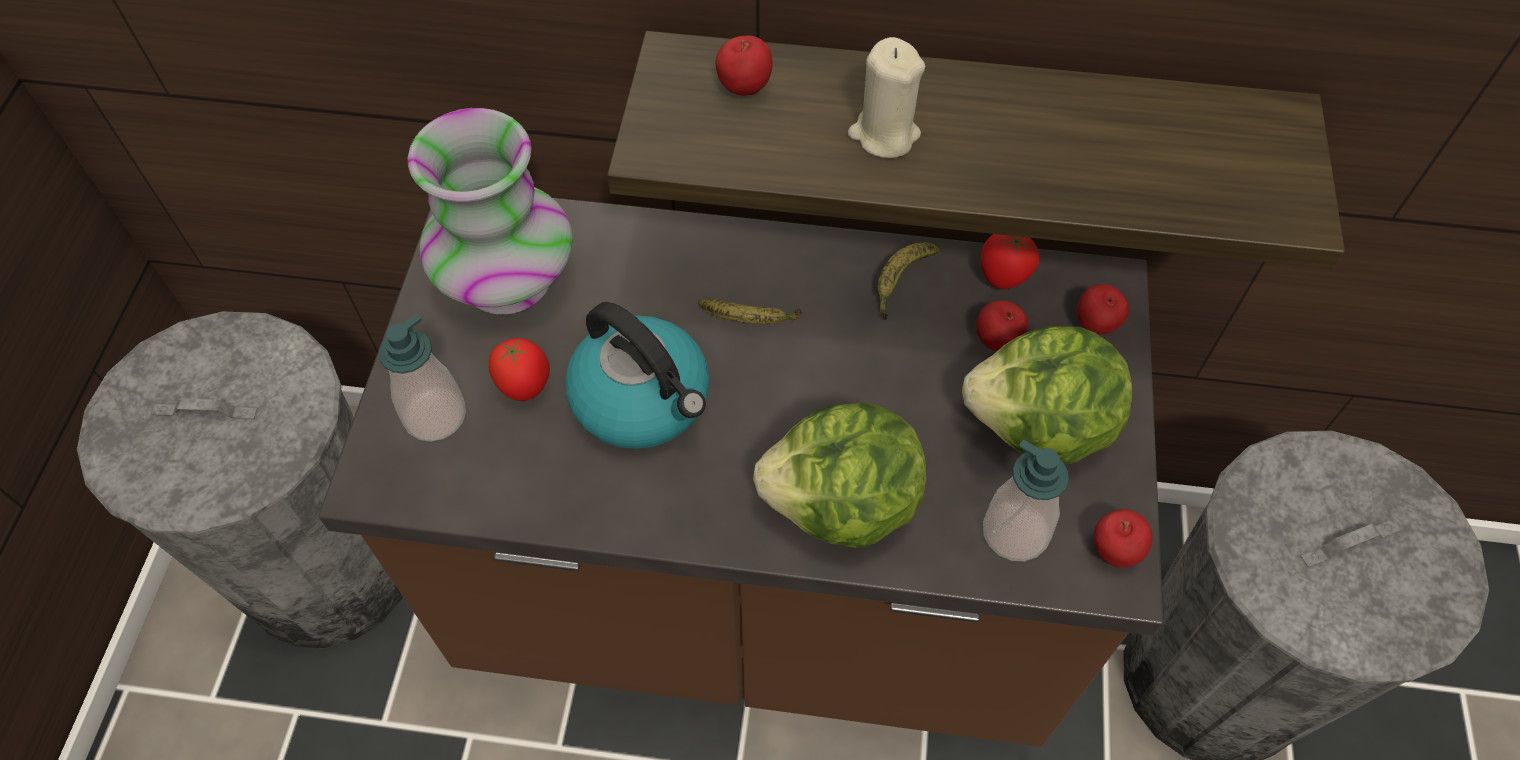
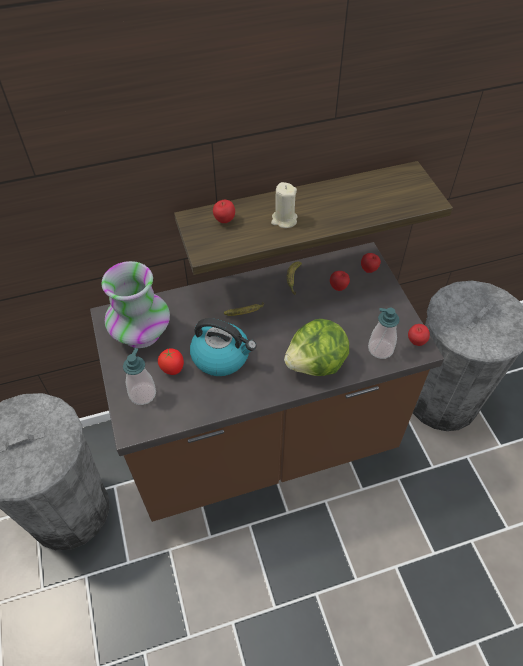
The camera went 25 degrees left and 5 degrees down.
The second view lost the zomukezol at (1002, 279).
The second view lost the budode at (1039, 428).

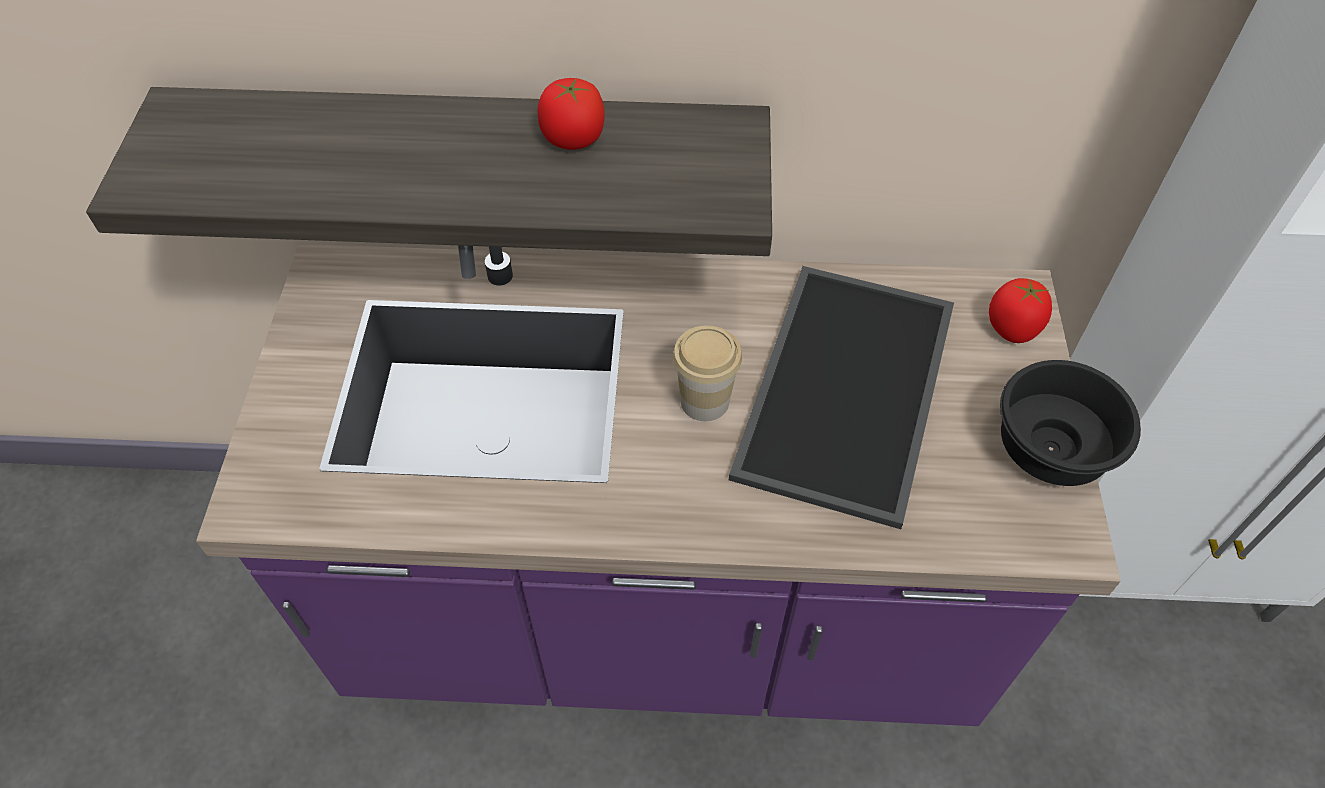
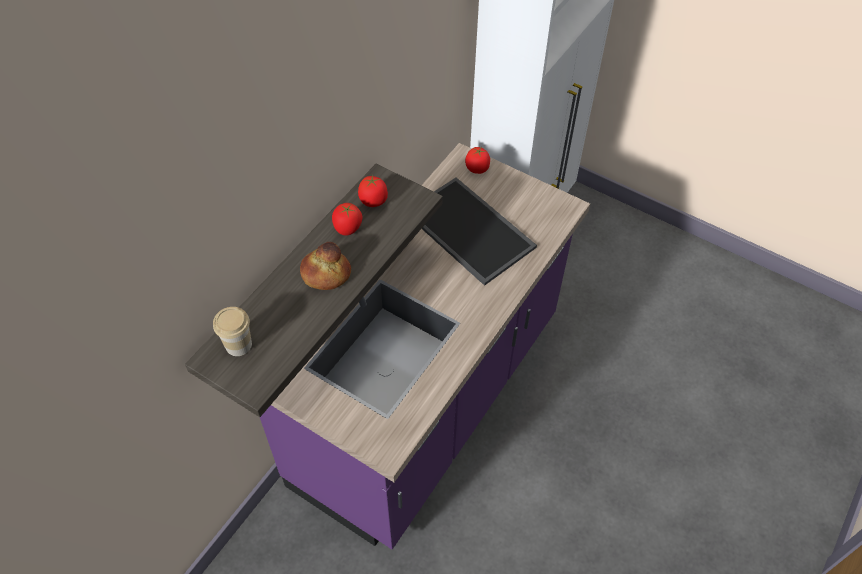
The camera went 60 degrees left and 0 degrees up.
The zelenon ended up elsewhere, having gone from (704, 401) to (238, 345).
The second view lost the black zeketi at (1046, 447).
The second view gained the zomukezol at (373, 201).
The second view gained the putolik at (325, 273).

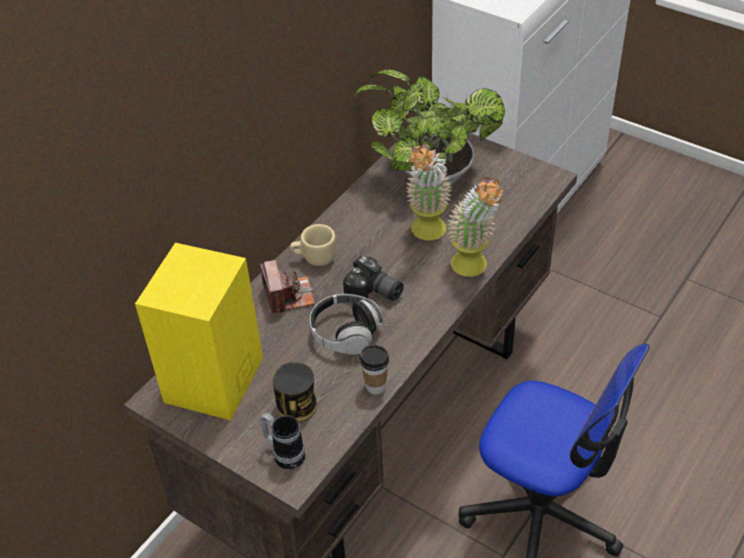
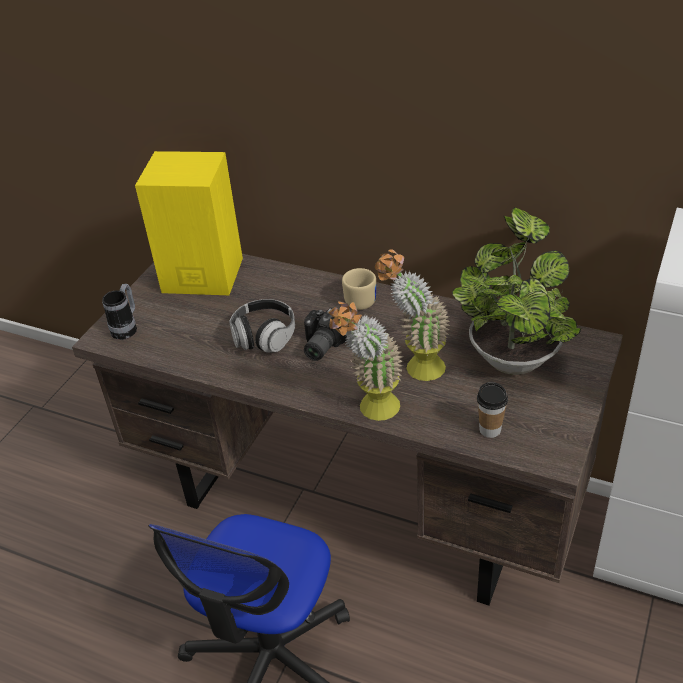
The camera went 80 degrees right and 5 degrees down.
The second view lost the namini at (288, 296).
The zelenon ended up elsewhere, having gone from (375, 386) to (490, 430).
The second view lost the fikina at (297, 405).

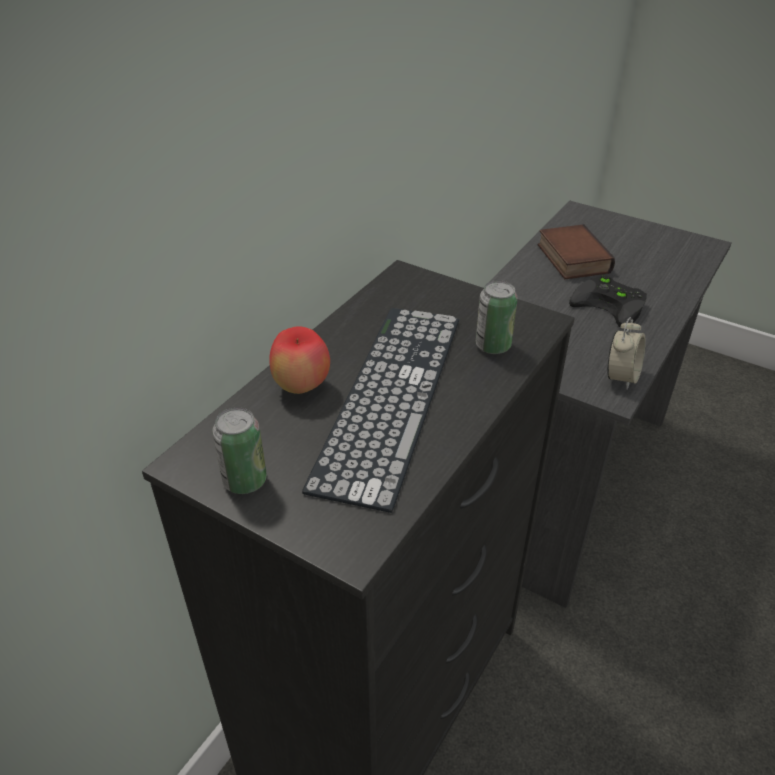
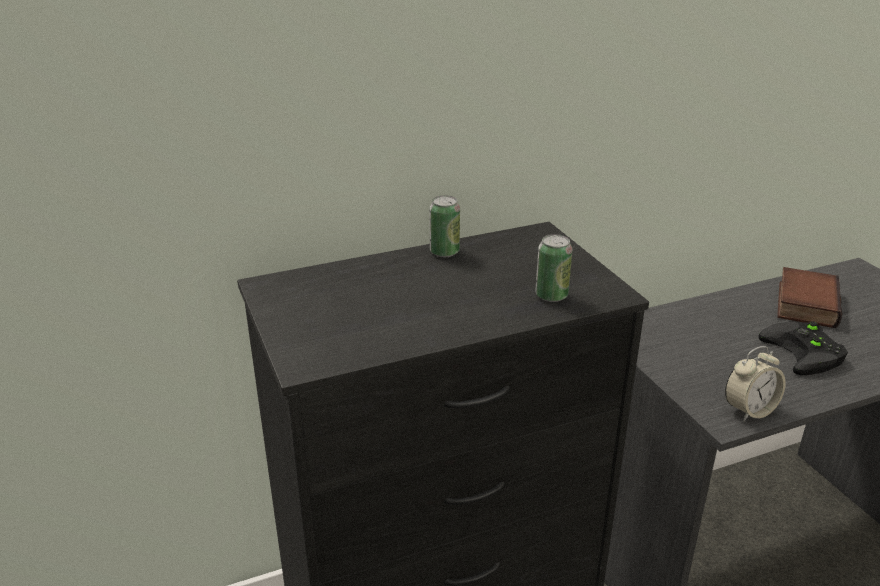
The camera went 35 degrees right and 10 degrees down.
The second view lost the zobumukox at (390, 396).
The second view lost the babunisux at (301, 386).
The fikina ended up elsewhere, having gone from (245, 481) to (444, 252).

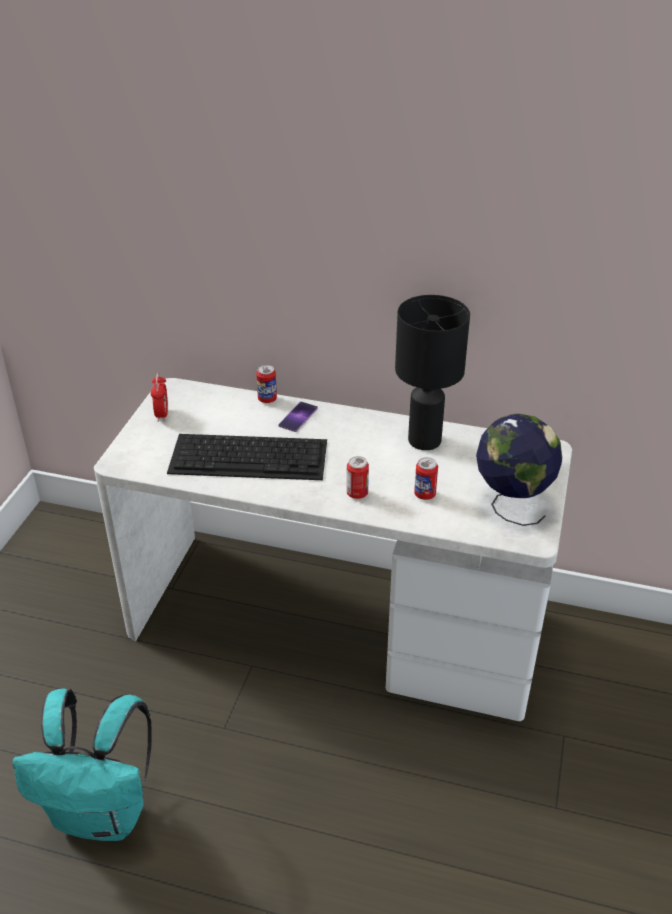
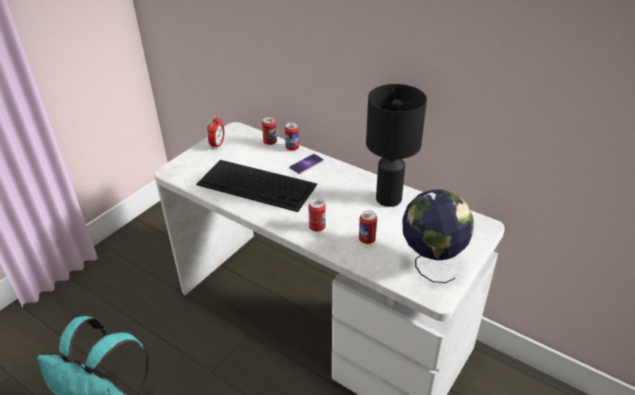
The camera went 20 degrees right and 0 degrees up.
The second view gained the fikina at (270, 142).

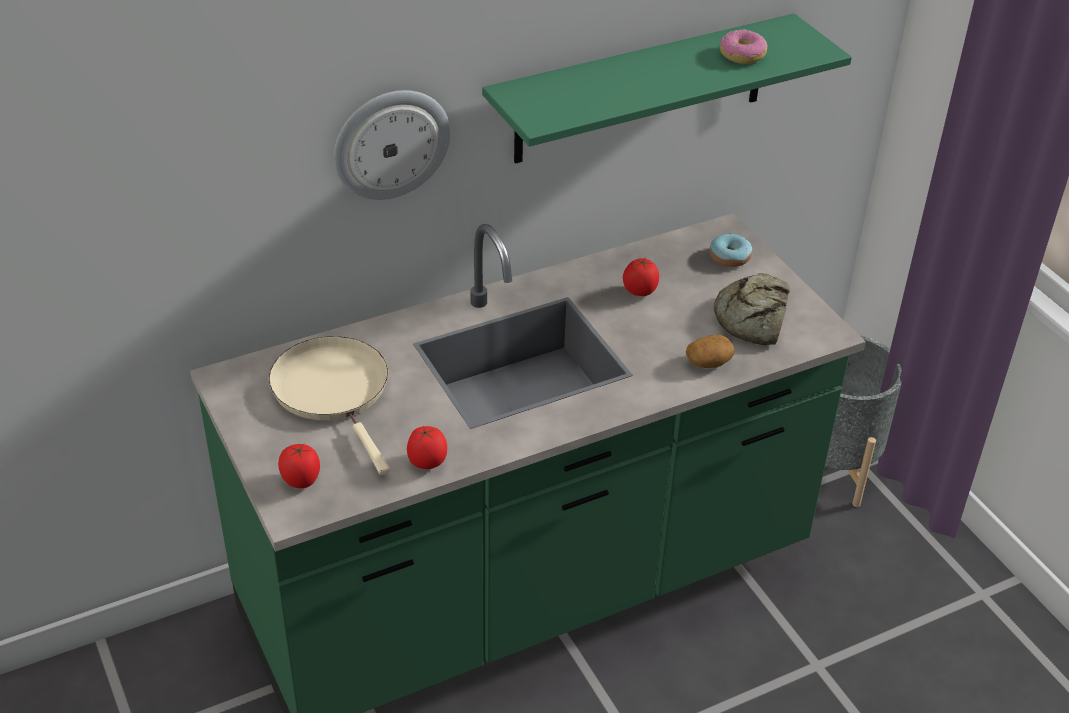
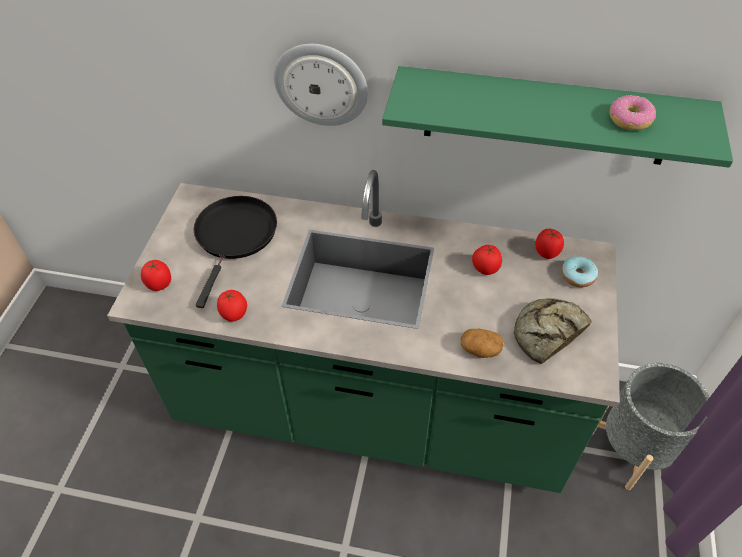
The camera went 40 degrees right and 10 degrees up.
What was the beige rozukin at (334, 391) turned into the black rozukin at (235, 236).
The second view gained the zomukezol at (546, 252).

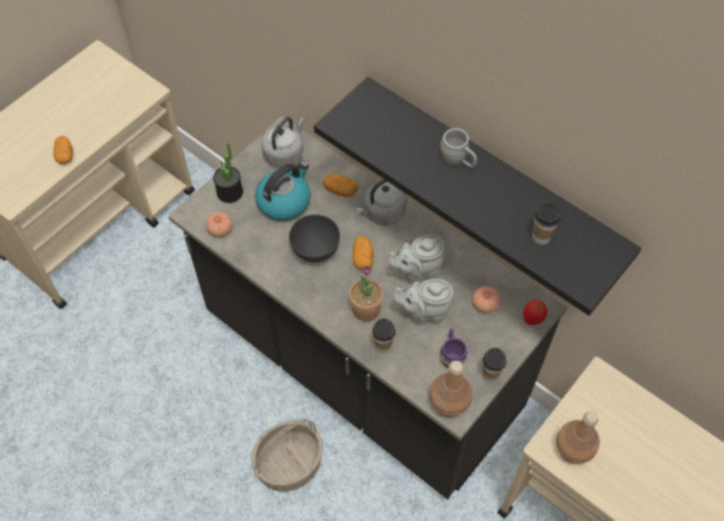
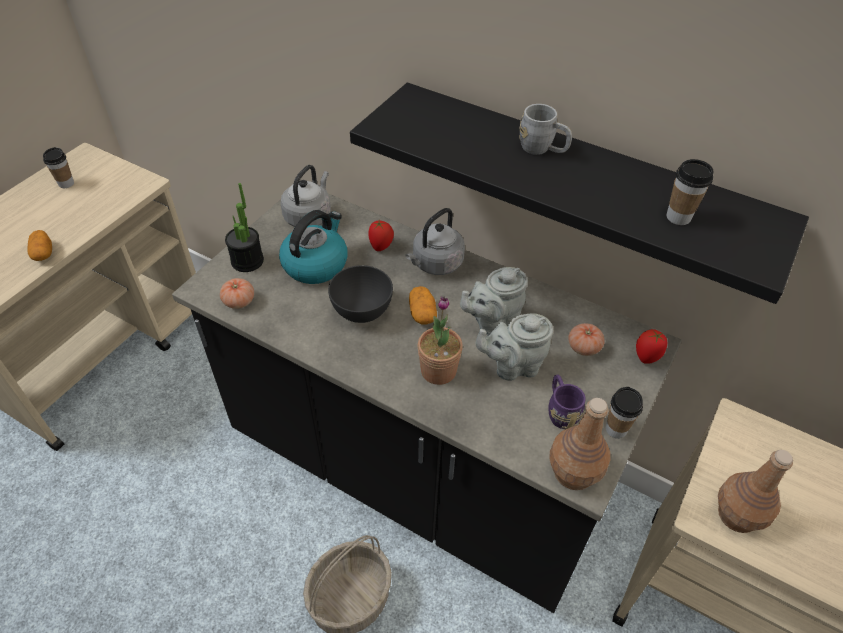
The camera went 10 degrees left and 10 degrees down.
Where the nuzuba stood at (340, 190), the zomukezol came to stand at (381, 246).
The zelenon ended up elsewhere, having gone from (383, 346) to (66, 184).

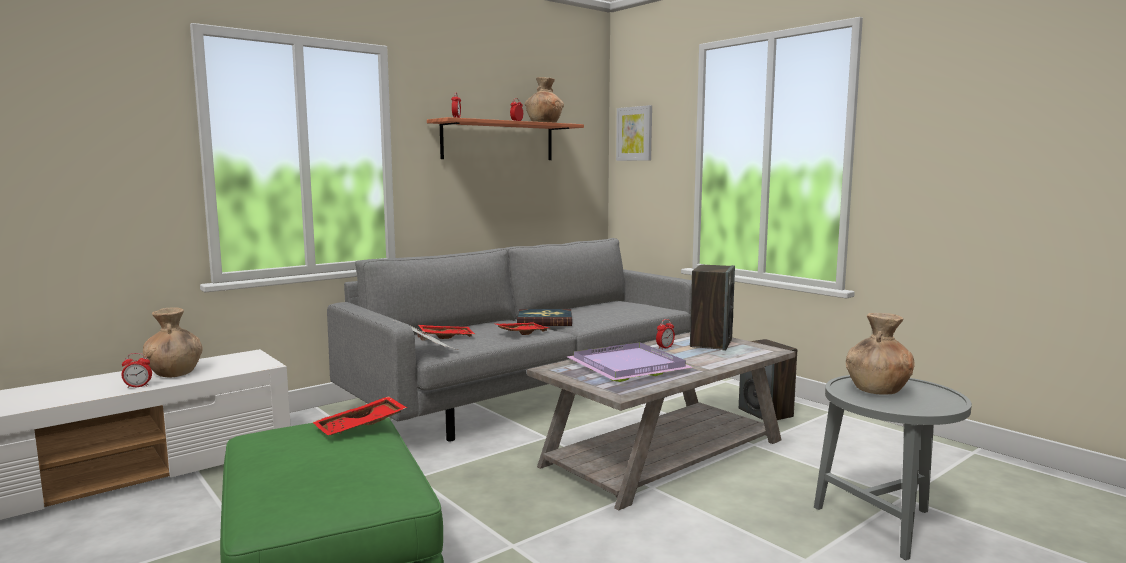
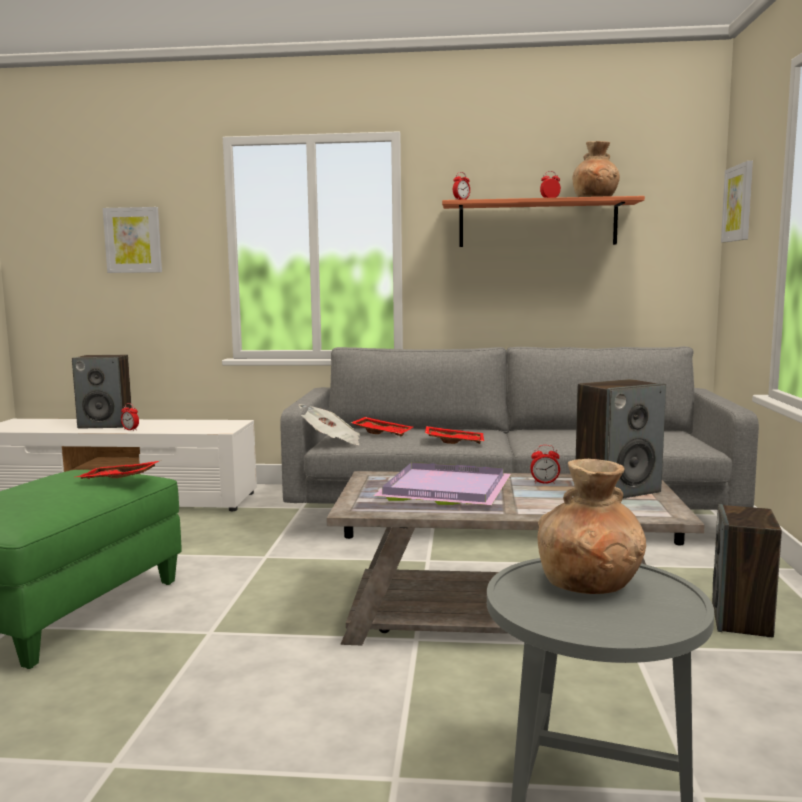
The camera went 45 degrees right and 0 degrees up.
The second view lost the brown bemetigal at (175, 373).
The second view lost the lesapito at (544, 321).
The second view gained the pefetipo at (133, 240).
The second view gained the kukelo at (106, 425).

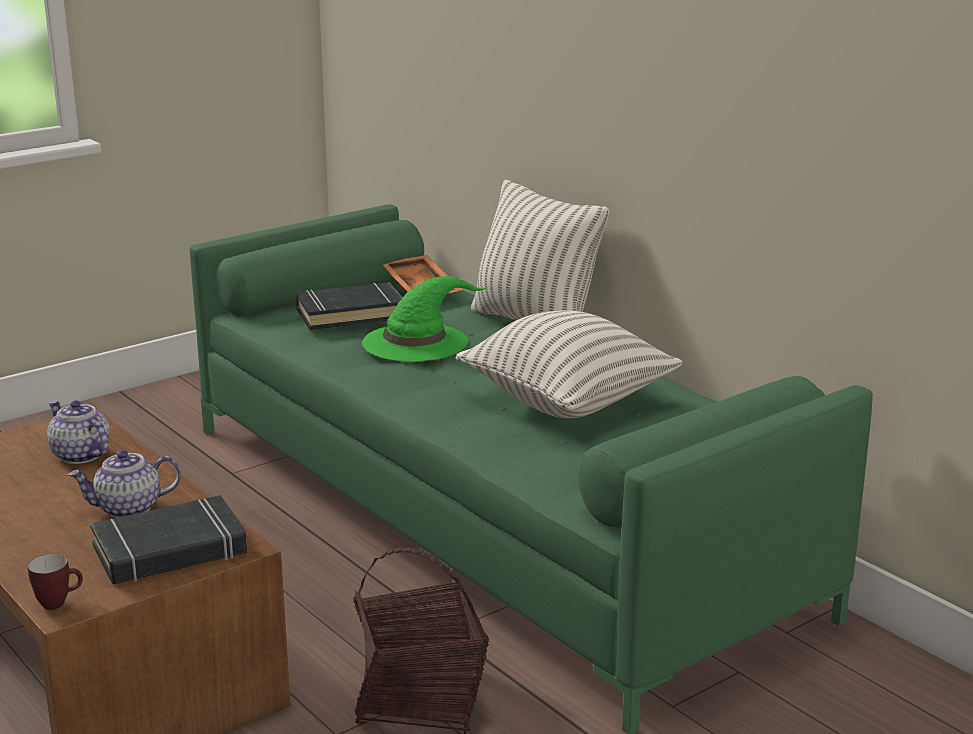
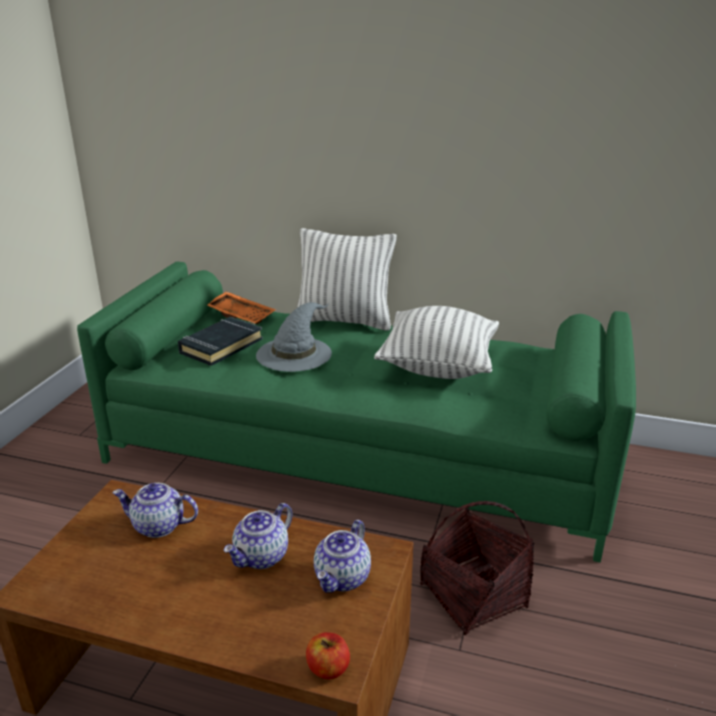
The camera went 35 degrees left and 5 degrees up.
What was the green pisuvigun at (416, 341) turned into the grey pisuvigun at (294, 353).
Where the black lesapito stood at (170, 550), the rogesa came to stand at (343, 578).
Where the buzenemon stood at (59, 603), the babunisux came to stand at (328, 668).

